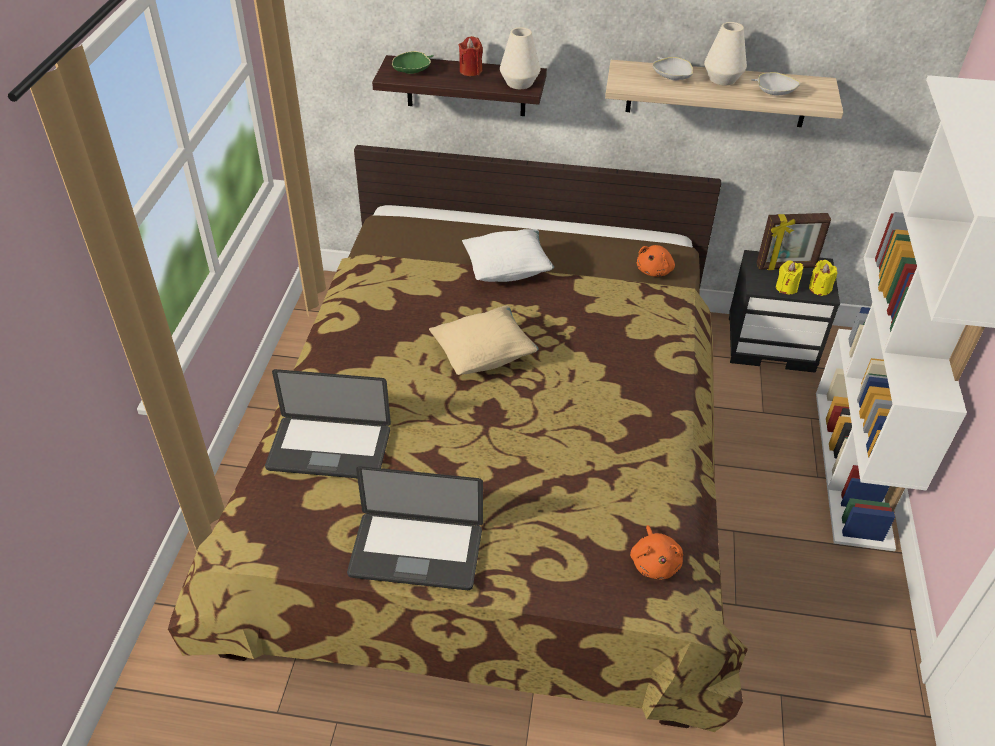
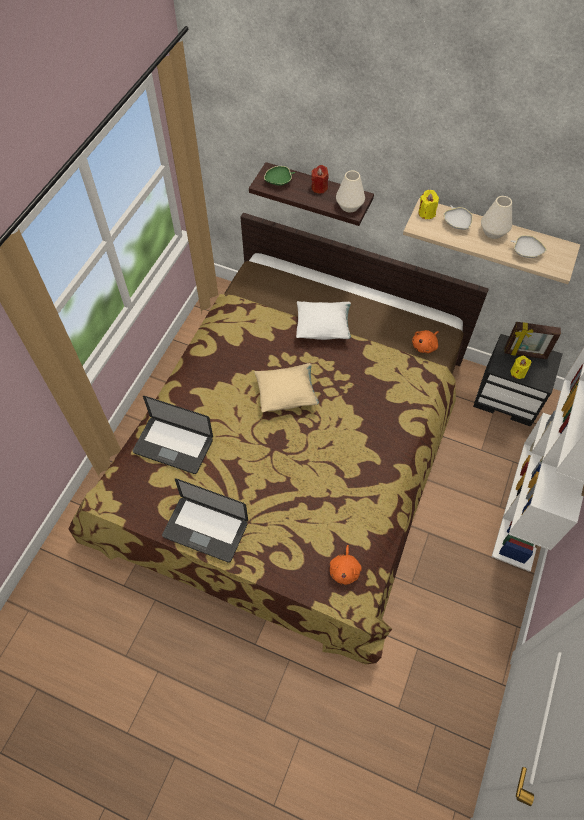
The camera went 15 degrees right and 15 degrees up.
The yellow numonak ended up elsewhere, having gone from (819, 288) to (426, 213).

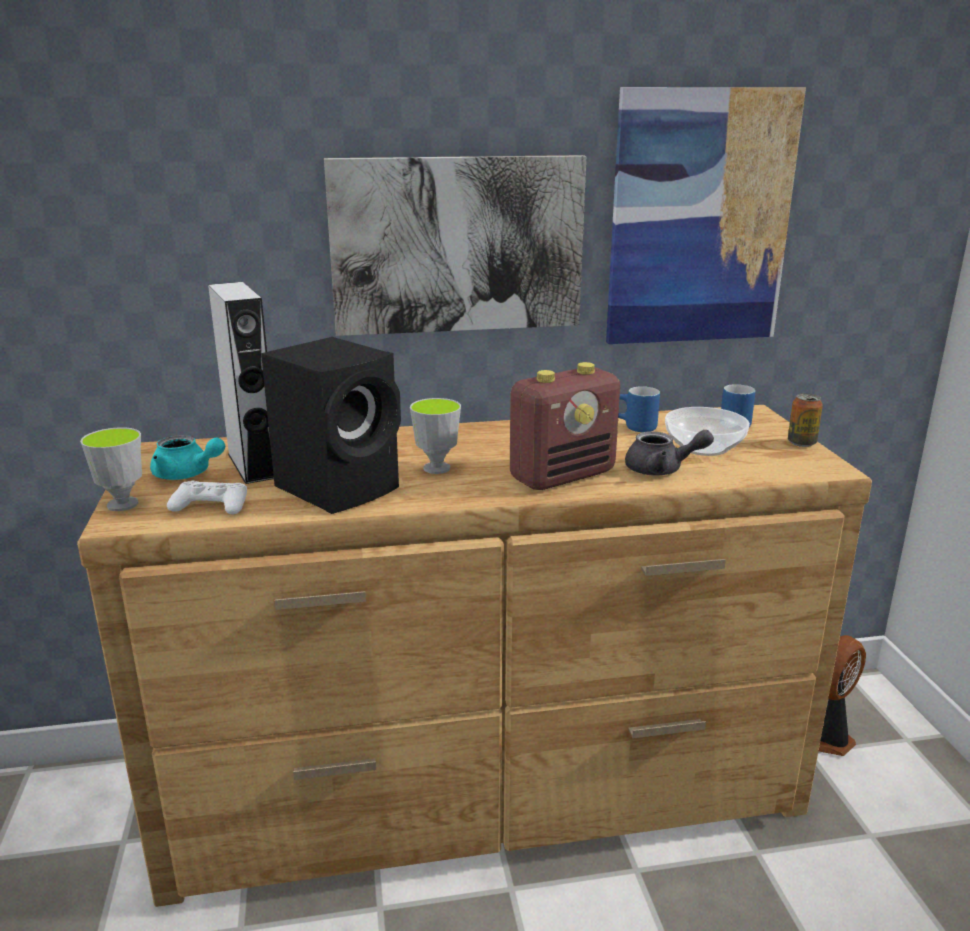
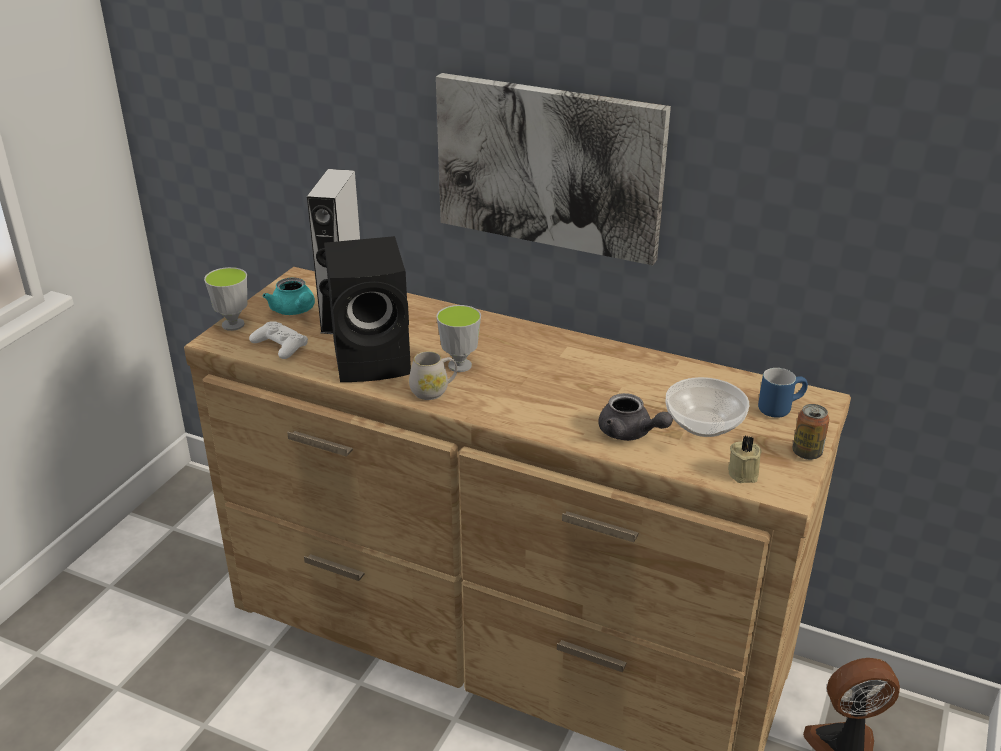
The camera went 35 degrees right and 10 degrees up.
The second view lost the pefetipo at (699, 219).
The second view lost the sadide at (563, 476).
The second view lost the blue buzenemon at (633, 428).
The second view gained the white buzenemon at (434, 391).
The second view gained the beige numonak at (744, 473).

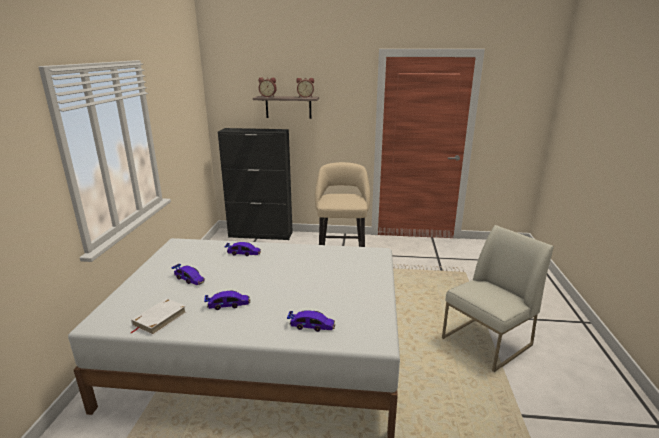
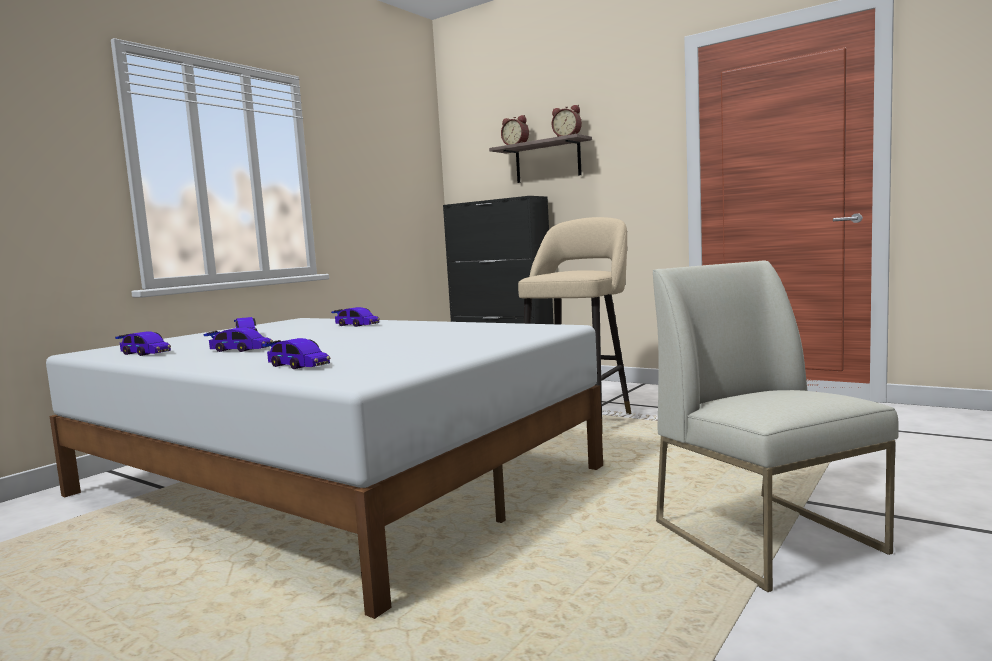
The camera went 30 degrees right and 15 degrees down.
The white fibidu at (487, 342) ended up facing another way, 105 degrees counterclockwise from before.
Where the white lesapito stood at (159, 319), the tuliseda came to stand at (145, 353).

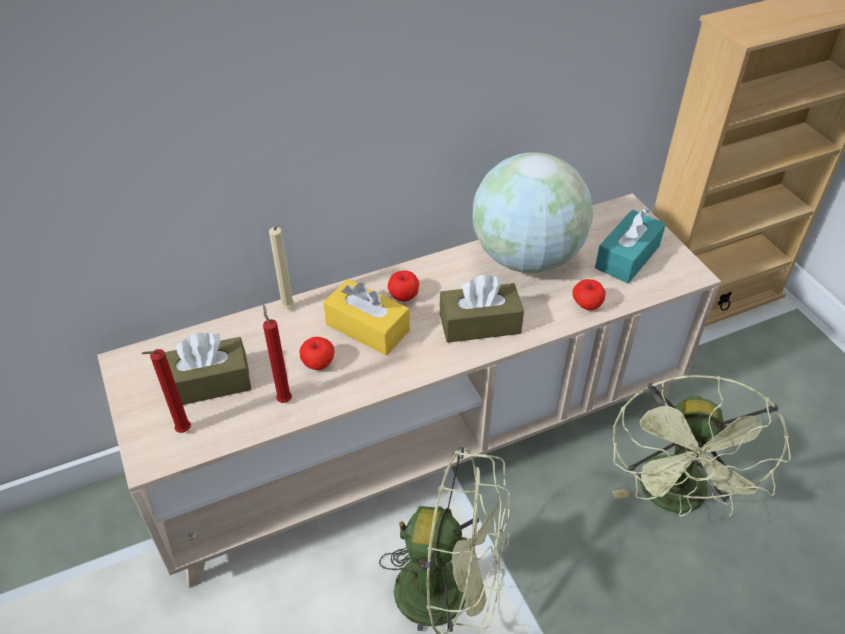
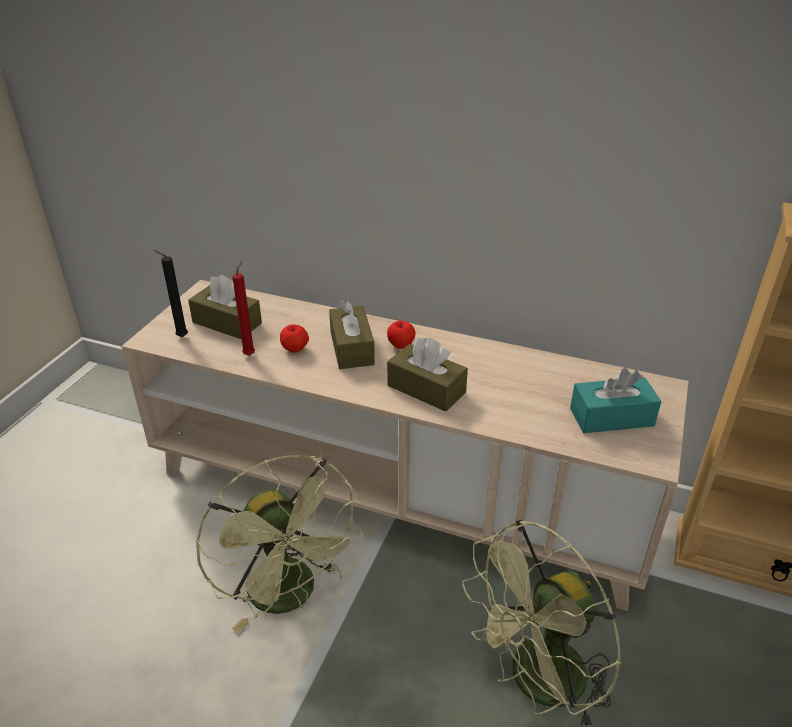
The camera went 45 degrees right and 10 degrees down.
The second view lost the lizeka at (526, 257).
The second view lost the beige numonak at (288, 310).
What was the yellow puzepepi at (367, 328) turned into the brown puzepepi at (352, 348).
The second view lost the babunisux at (586, 305).
What was the red numonak at (181, 432) turned into the black numonak at (180, 337).

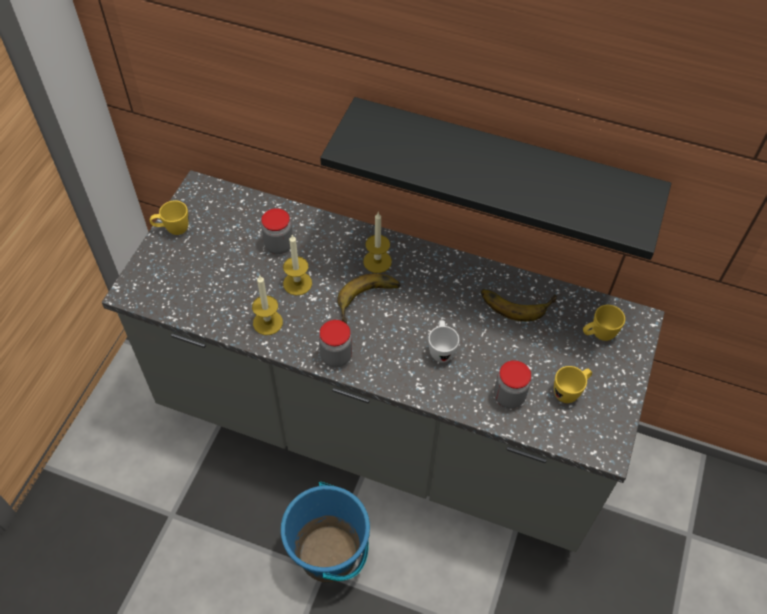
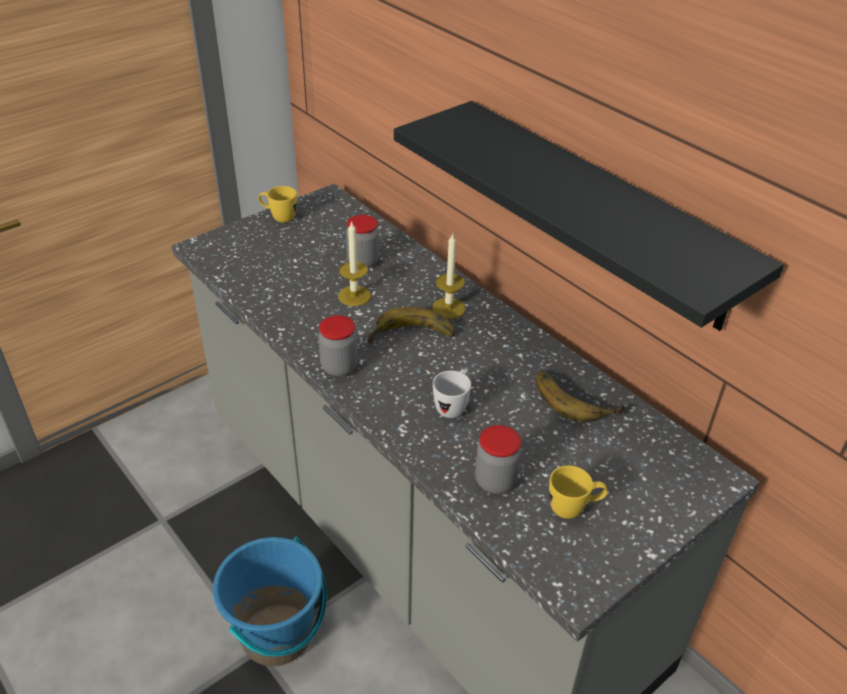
The camera went 30 degrees right and 15 degrees down.
The second view lost the numonak at (267, 322).
The second view lost the yellow buzenemon at (598, 335).

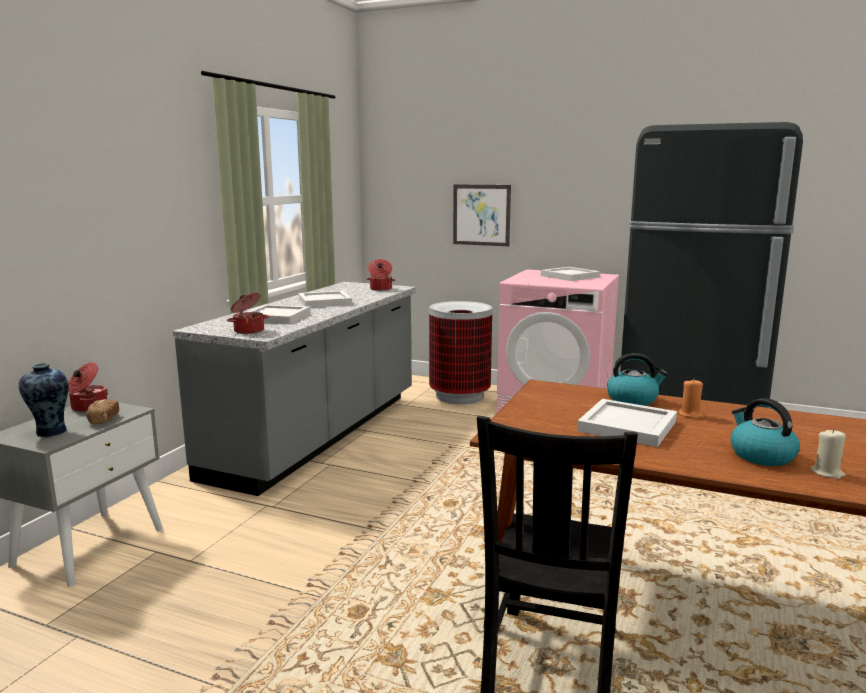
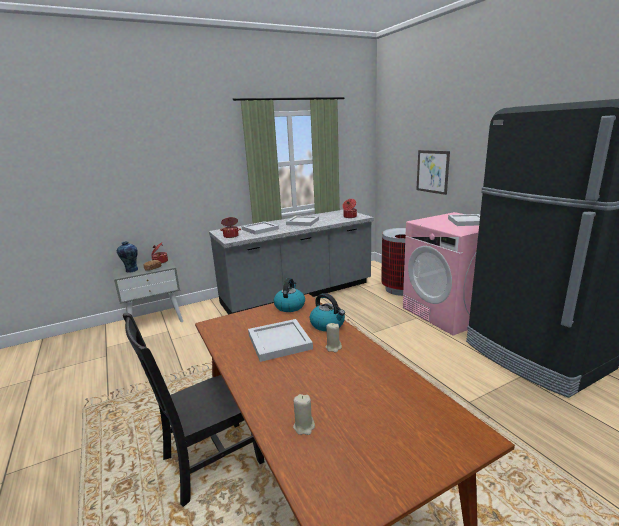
The camera went 40 degrees right and 5 degrees up.
What was the orange numonak at (690, 415) turned into the beige numonak at (333, 347).
The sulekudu ended up elsewhere, having gone from (761, 455) to (289, 306).

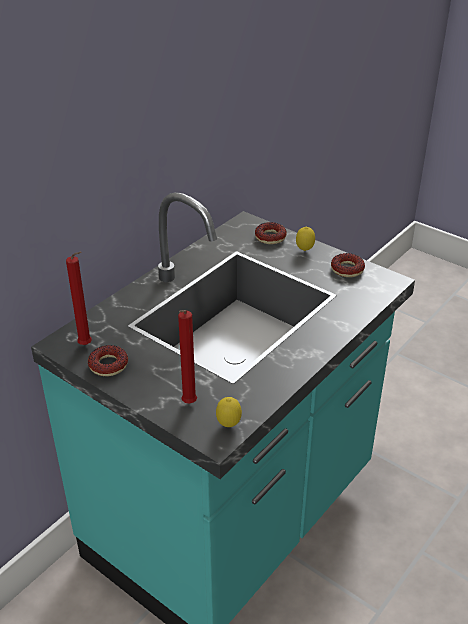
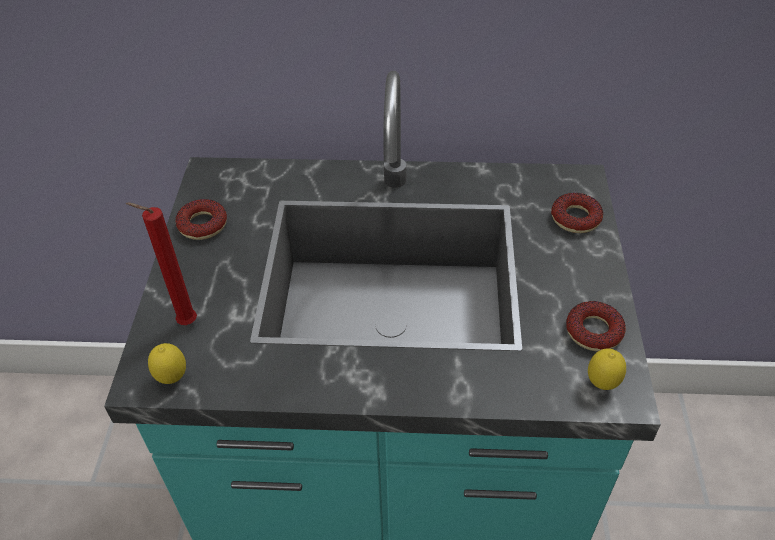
The camera went 55 degrees right and 10 degrees up.
The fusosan ended up elsewhere, having gone from (304, 250) to (601, 384).
The second view lost the red numonak at (87, 345).

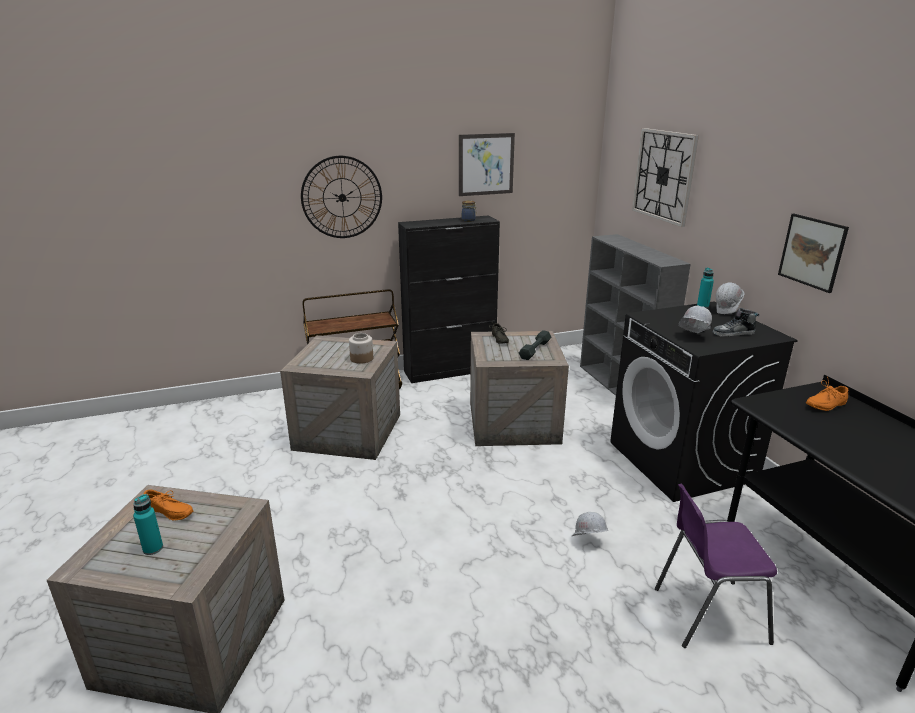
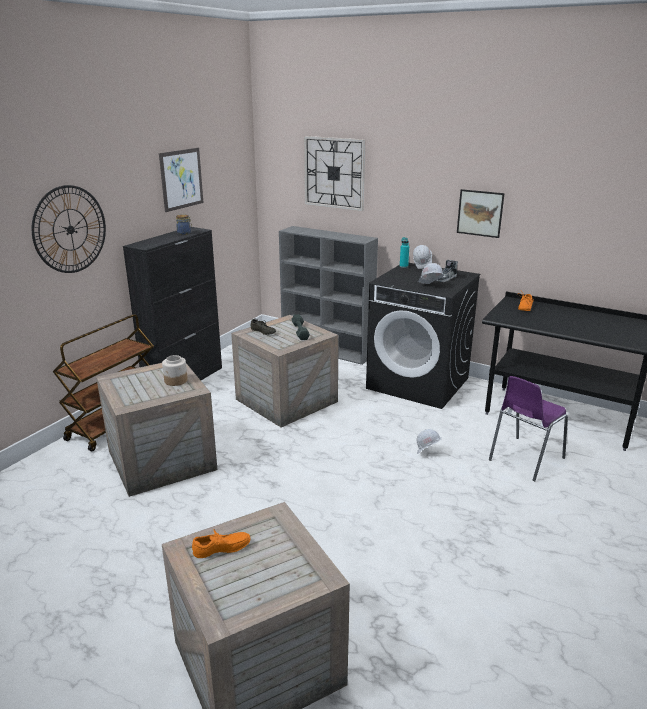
The camera went 40 degrees left and 0 degrees up.
The second view lost the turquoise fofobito at (153, 548).

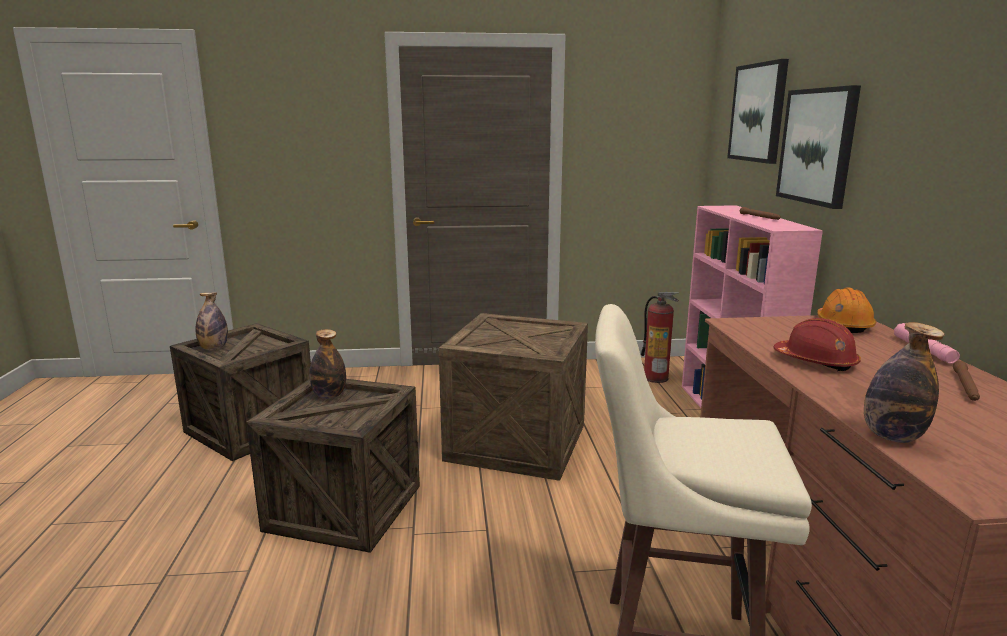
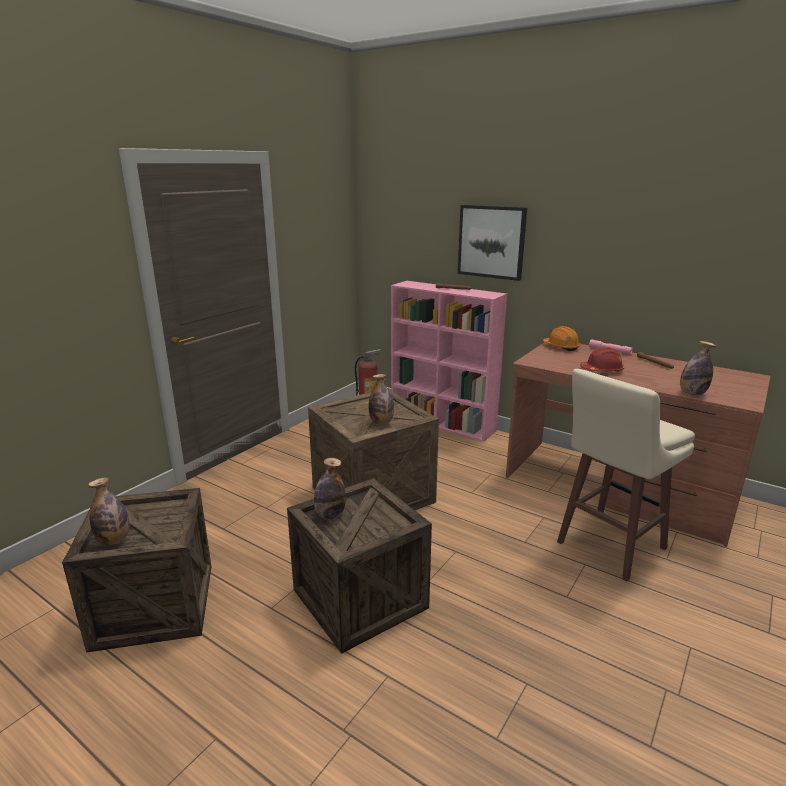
The camera went 50 degrees left and 5 degrees up.
The second view lost the pefetipo at (758, 112).
The second view gained the fofobito at (381, 422).

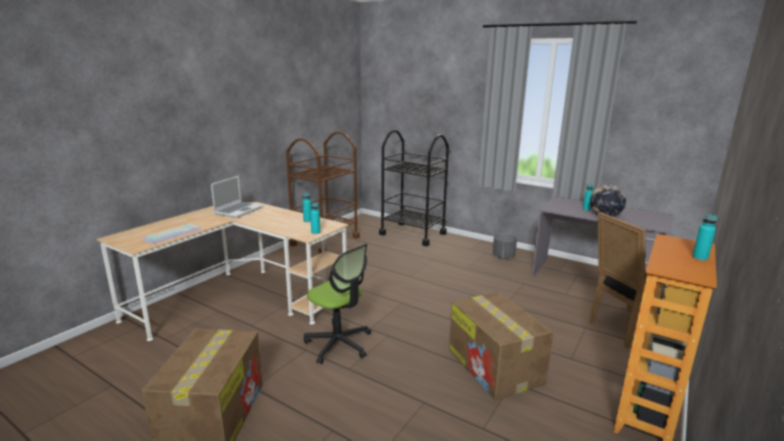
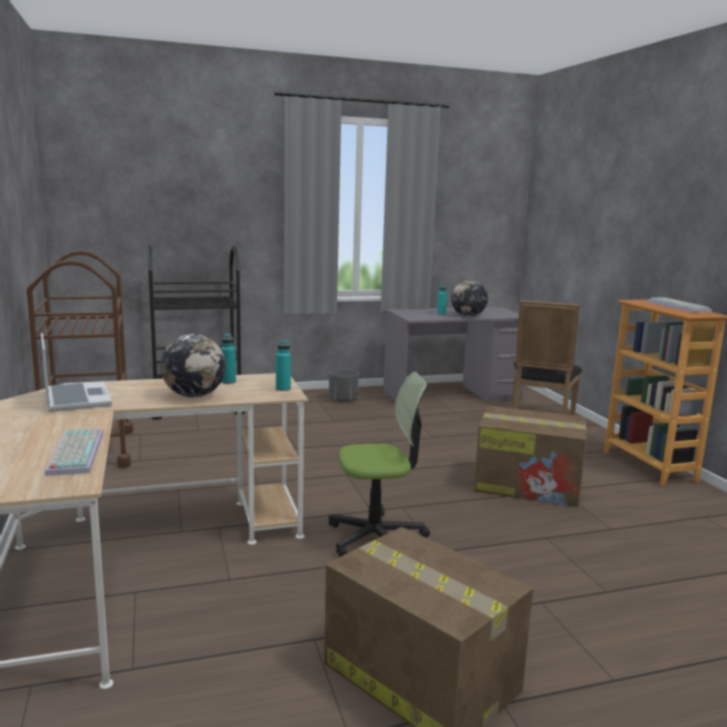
The camera went 50 degrees left and 5 degrees down.
Where the turquoise fofobito stood at (699, 258), the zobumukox came to stand at (679, 306).
The second view gained the lizeka at (194, 396).

